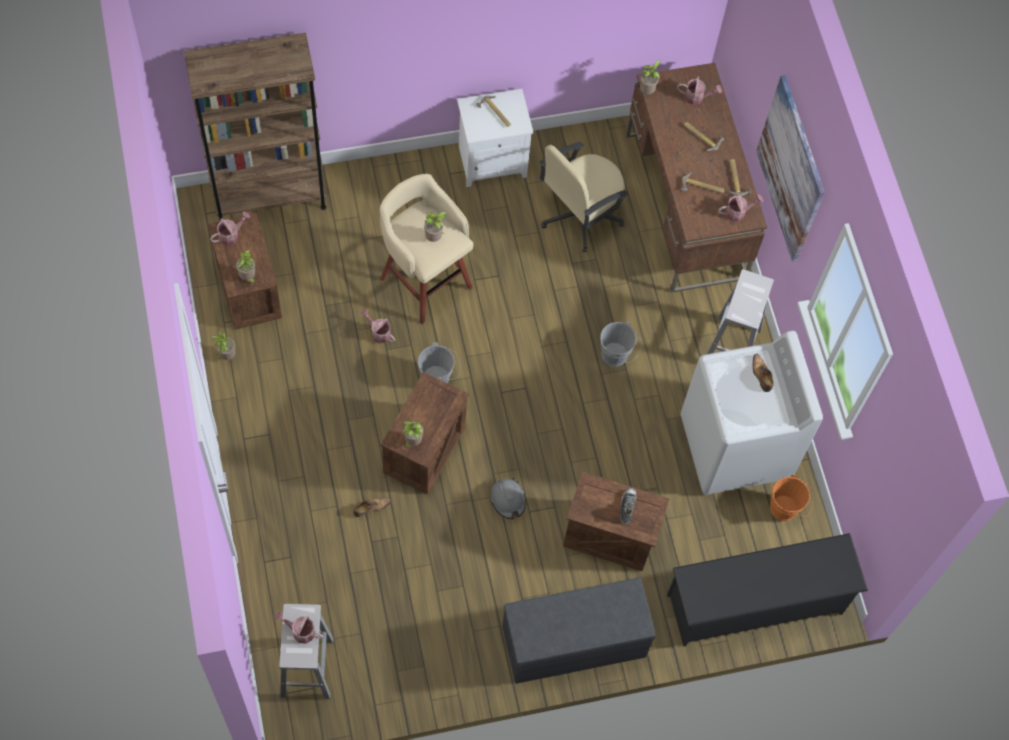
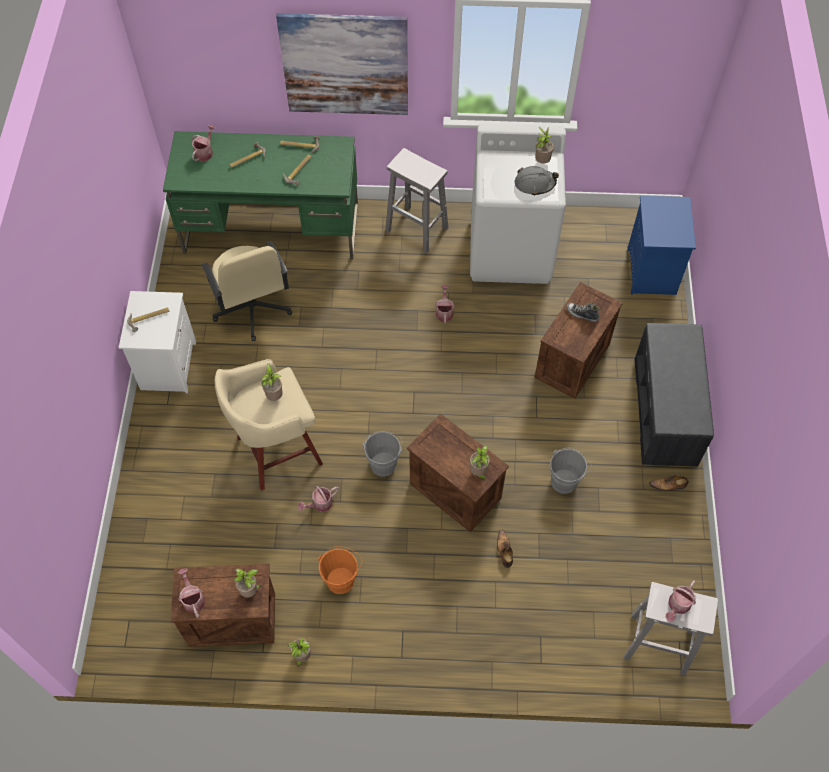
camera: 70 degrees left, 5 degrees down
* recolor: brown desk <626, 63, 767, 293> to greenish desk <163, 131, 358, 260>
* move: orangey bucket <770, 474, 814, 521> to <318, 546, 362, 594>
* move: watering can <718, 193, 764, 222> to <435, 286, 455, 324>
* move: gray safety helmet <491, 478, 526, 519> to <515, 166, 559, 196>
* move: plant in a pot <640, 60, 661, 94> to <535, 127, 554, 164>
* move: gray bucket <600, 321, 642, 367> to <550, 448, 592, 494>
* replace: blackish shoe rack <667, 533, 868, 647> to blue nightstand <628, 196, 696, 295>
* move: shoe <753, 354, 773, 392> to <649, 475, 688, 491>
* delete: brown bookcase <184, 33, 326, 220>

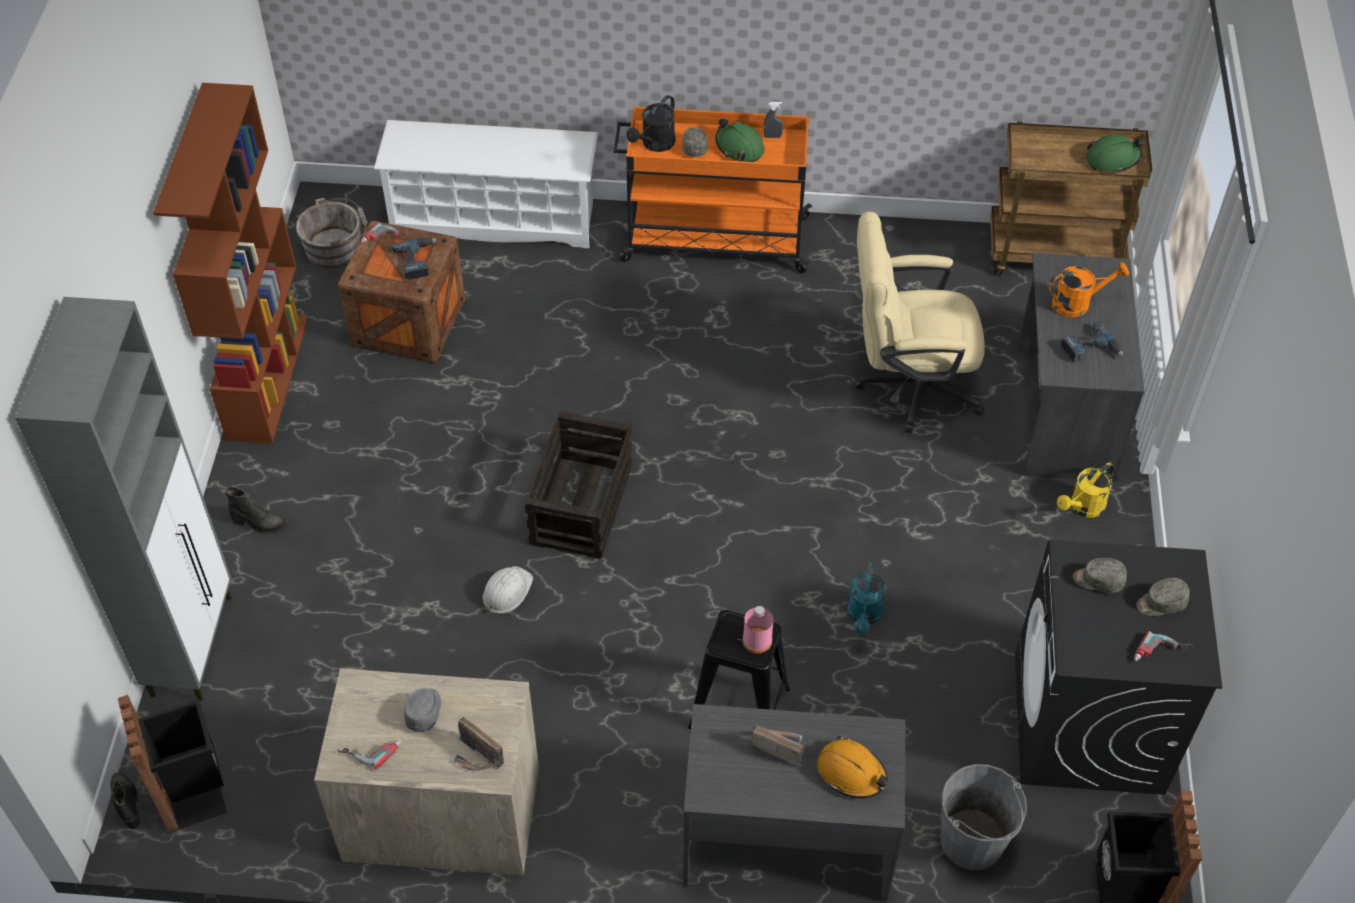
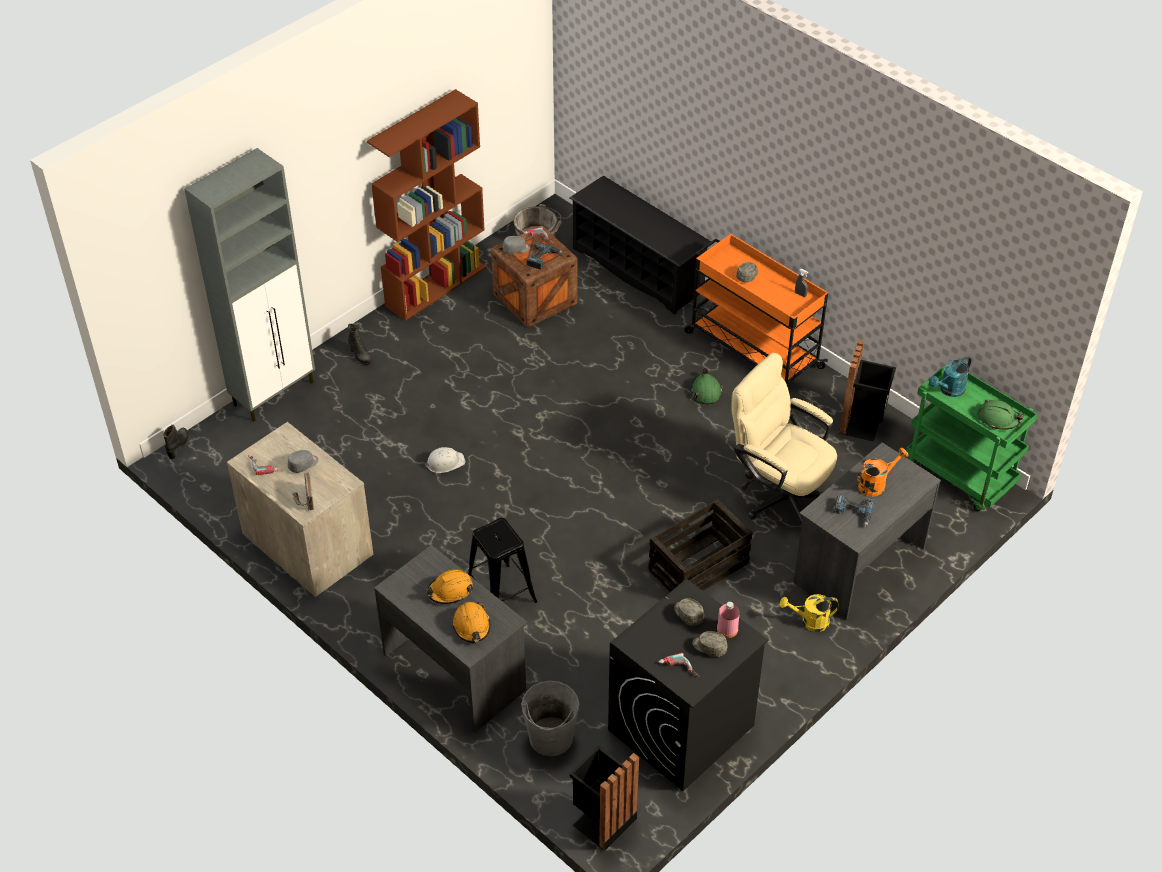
camera: 40 degrees right, 5 degrees down
* replace: radio receiver <752, 725, 804, 768> to orangey safety helmet <426, 570, 473, 604>
* insert: gray peaked cap <503, 236, 530, 254>
* recolor: white shoe rack <374, 120, 598, 248> to blackish shoe rack <569, 175, 711, 315>
* move: crate <525, 411, 632, 559> to <648, 499, 753, 592>
* move: greenish safety helmet <715, 118, 765, 162> to <691, 368, 722, 404>
* move: pink-coloured drink bottle <743, 606, 773, 653> to <717, 602, 740, 638>
* move: blackish rubbish bin <118, 695, 227, 833> to <839, 340, 896, 441>
* rotate: orangey watering can <1049, 262, 1129, 317> = <857, 447, 908, 497> 60 degrees counterclockwise
* recolor: brown cart <990, 121, 1152, 276> to greenish cart <906, 366, 1038, 511>
* move: blue-green watering can <848, 562, 886, 634> to <929, 356, 971, 397>
* delete: blackish watering can <626, 95, 676, 152>

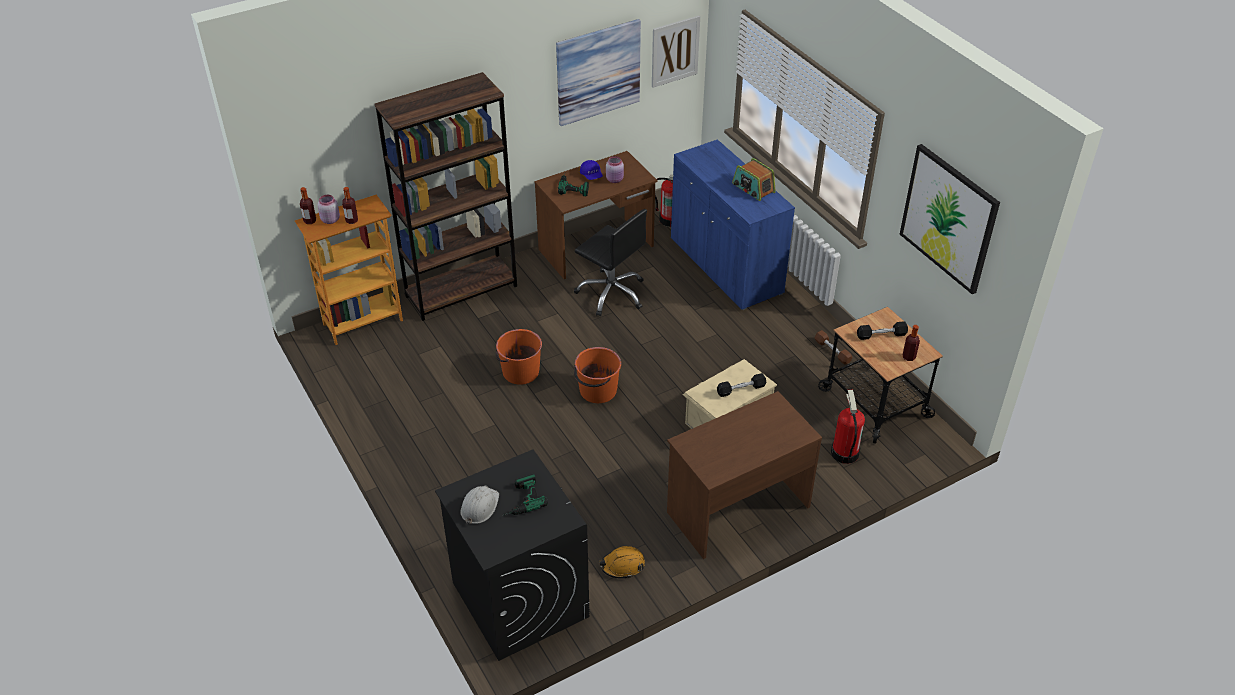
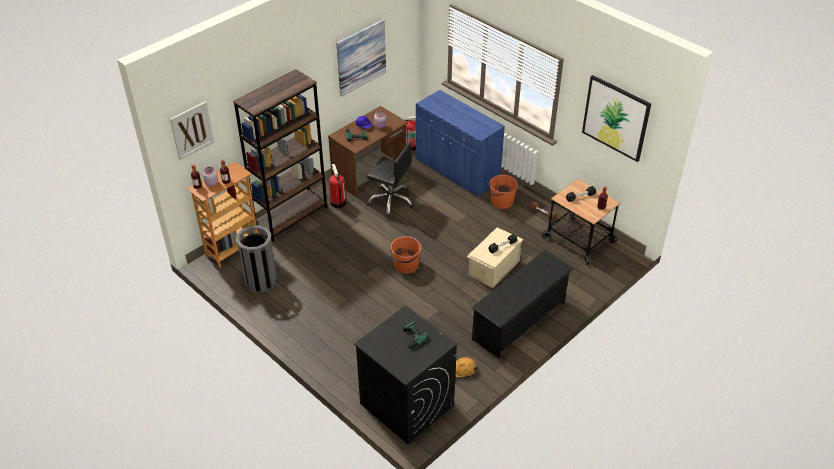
camera: 15 degrees left, 0 degrees up
* move: picture <652, 16, 700, 88> to <170, 101, 214, 160>
* insert: gray rubbish bin <236, 225, 277, 292>
* move: fire-fighting cylinder <831, 390, 865, 464> to <329, 164, 347, 208>
* replace: brown desk <667, 391, 822, 559> to blackish shoe rack <471, 250, 573, 358>
* move: orangey bucket <496, 329, 542, 385> to <488, 175, 518, 209>
* delete: white safety helmet <460, 485, 499, 525>
* delete: radio receiver <732, 158, 776, 201>

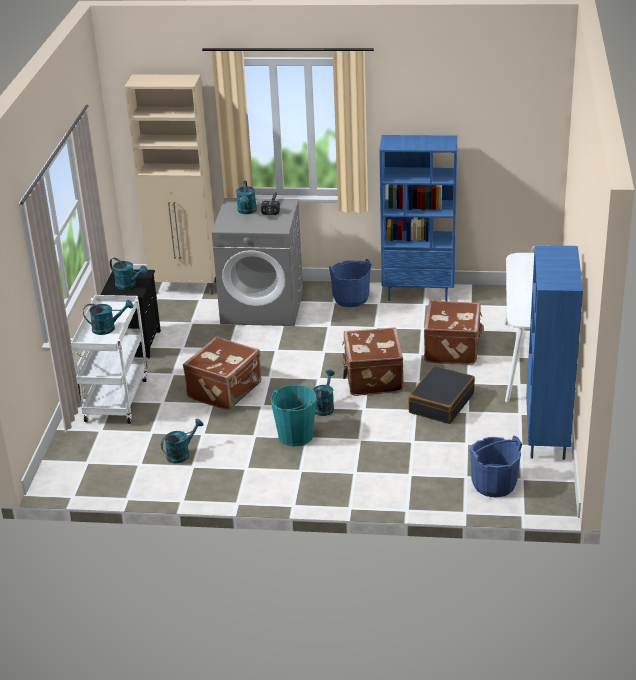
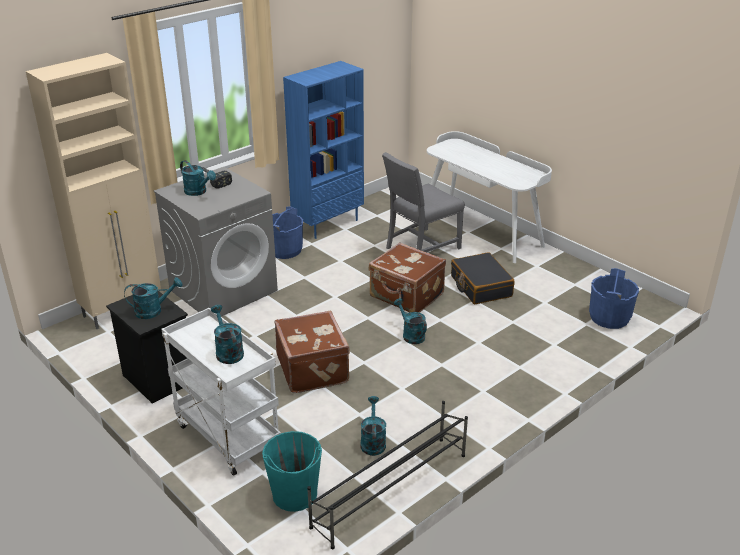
camera: 50 degrees left, 0 degrees up
* rotate: blue-green watering can <83, 300, 133, 335> = <211, 305, 244, 364> 60 degrees counterclockwise
* move: blue-green bucket <271, 385, 316, 446> to <262, 431, 322, 512>
* insert: blackish shoe rack <307, 401, 468, 549>
* replace: brown piece of luggage <424, 300, 484, 365> to gray plain chair <382, 152, 465, 252>
* delete: blue bookcase <526, 245, 583, 460>

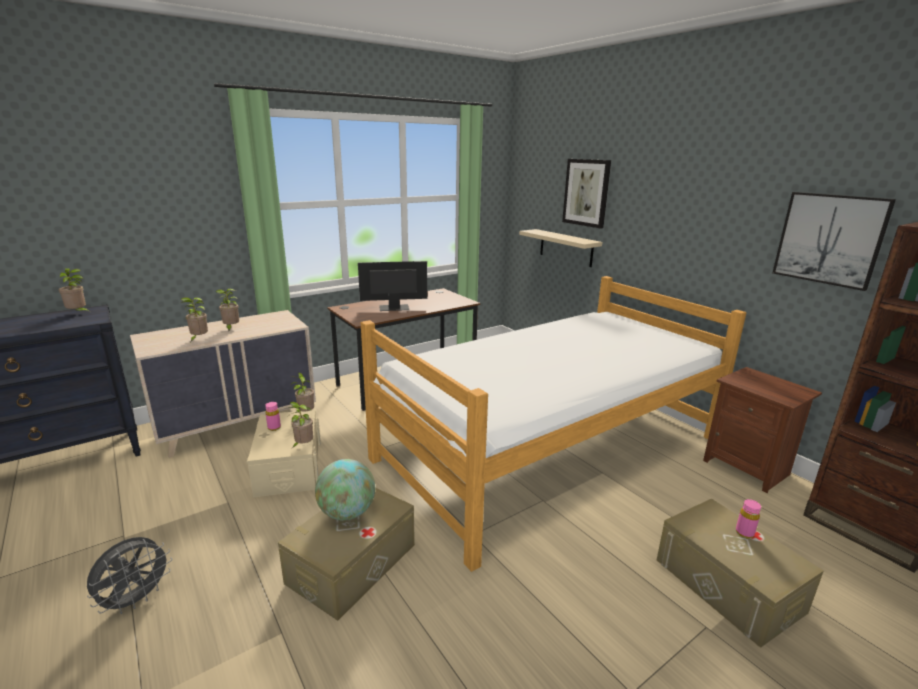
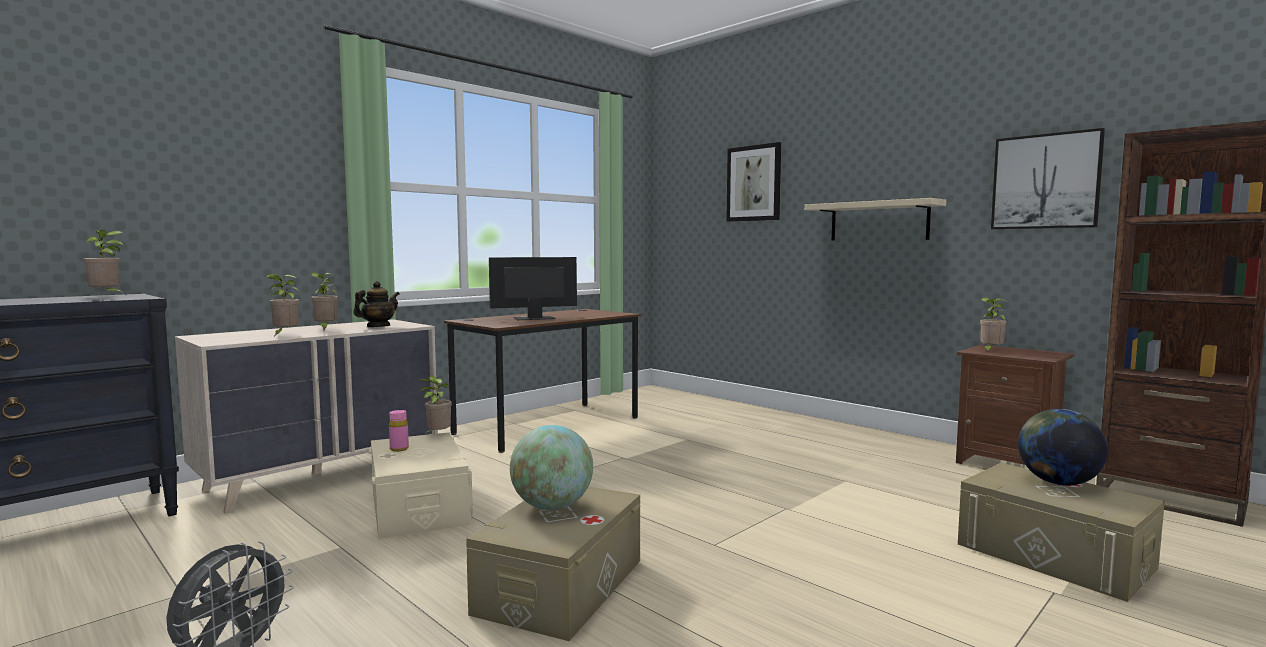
camera: 10 degrees left, 15 degrees down
* insert: tea pot <353, 281, 400, 327>
* move: beige shelf <519, 229, 602, 267> to <804, 198, 946, 241>
* move: plant in a pot <288, 402, 313, 449> to <980, 297, 1008, 353>
* replace: pink-coloured drink bottle <736, 499, 761, 539> to globe <1018, 409, 1108, 486>
* delete: bedroom bed <361, 276, 746, 572>

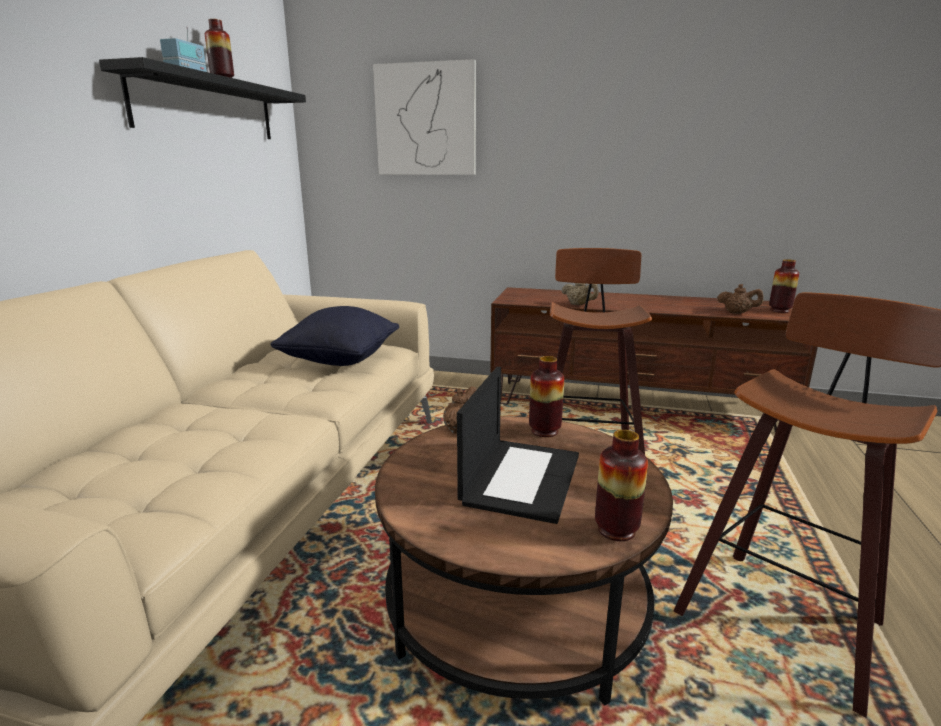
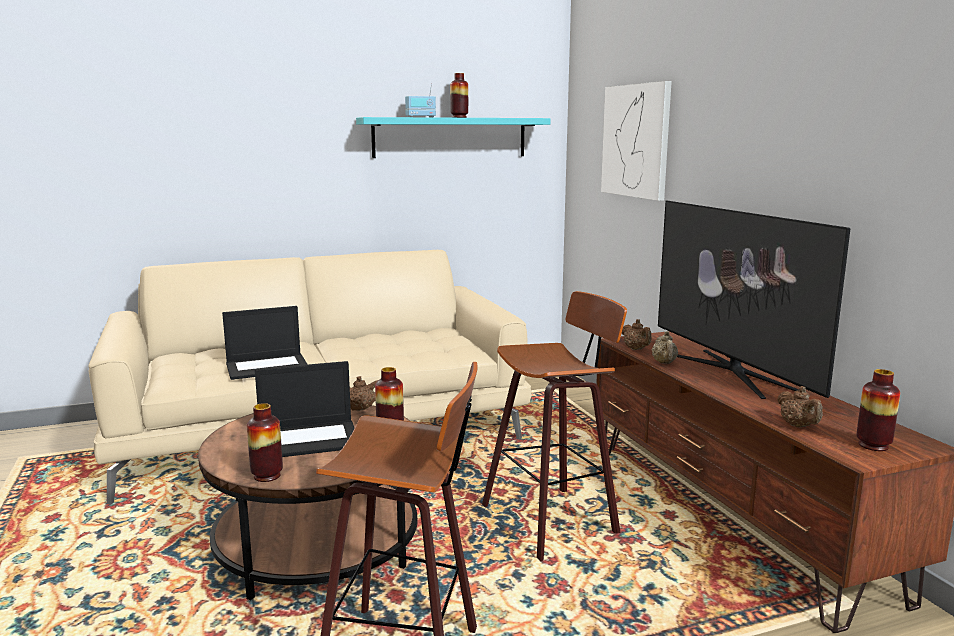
camera: 55 degrees right, 5 degrees down
* insert: notebook computer <222, 306, 307, 380>
* recolor: blackish shelf <99, 57, 306, 139> to blue-green shelf <356, 117, 550, 158>
* insert: brown tea pot <622, 319, 652, 350>
* insert: television <658, 200, 850, 399>
* delete: blackish pillow <270, 306, 399, 366>

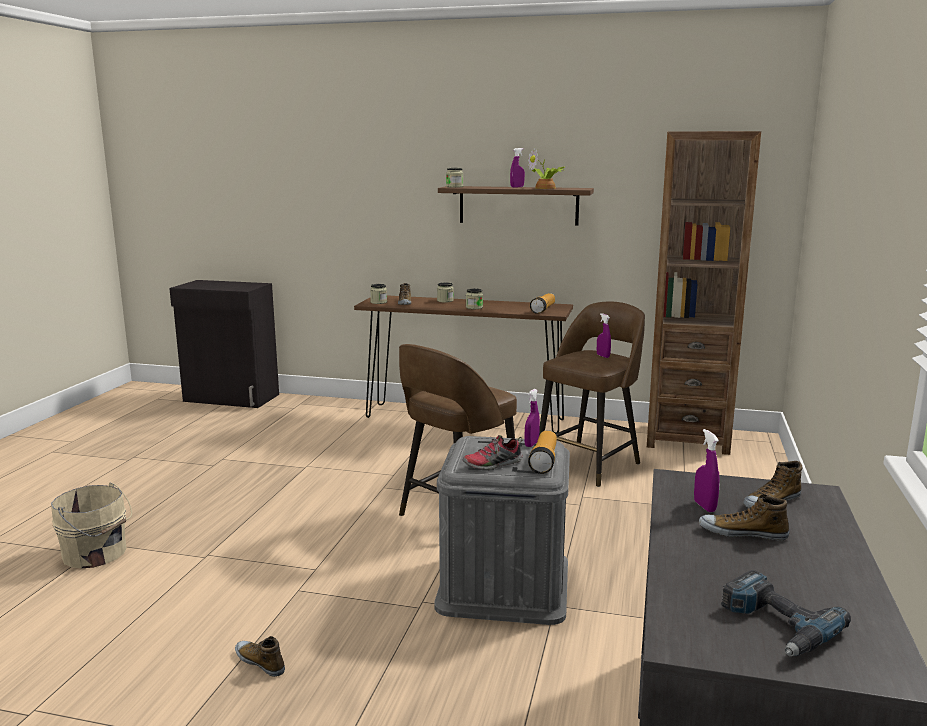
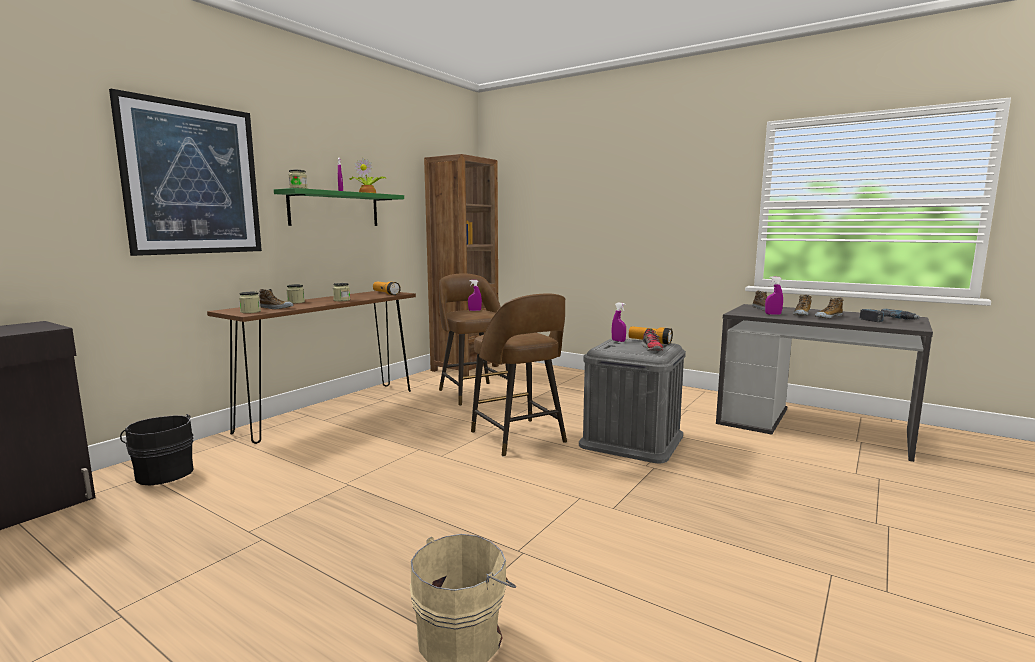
camera: 70 degrees left, 5 degrees down
* insert: picture <109, 89, 262, 256>
* insert: blackish bucket <120, 414, 193, 486>
* recolor: brown shelf <438, 186, 594, 226> to greenish shelf <274, 188, 404, 226>
* move: shoe <235, 636, 285, 677> to <815, 298, 843, 319>

